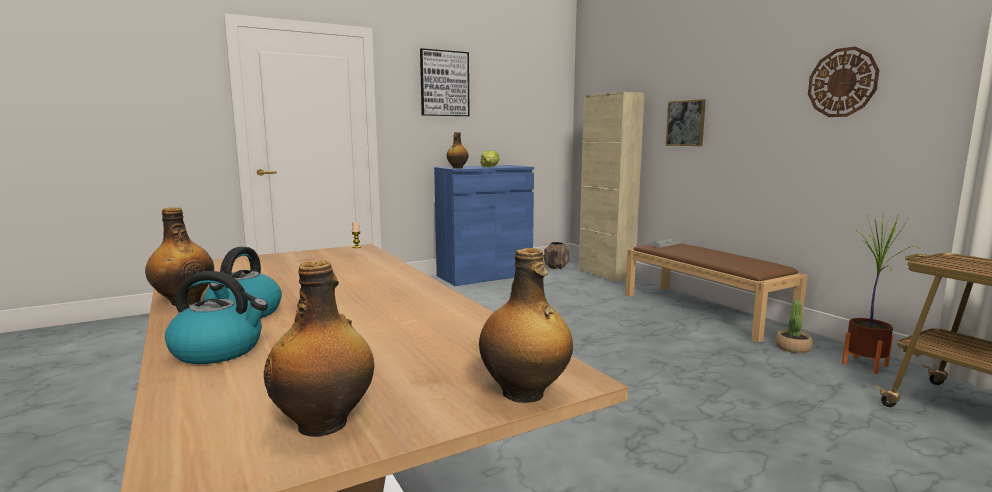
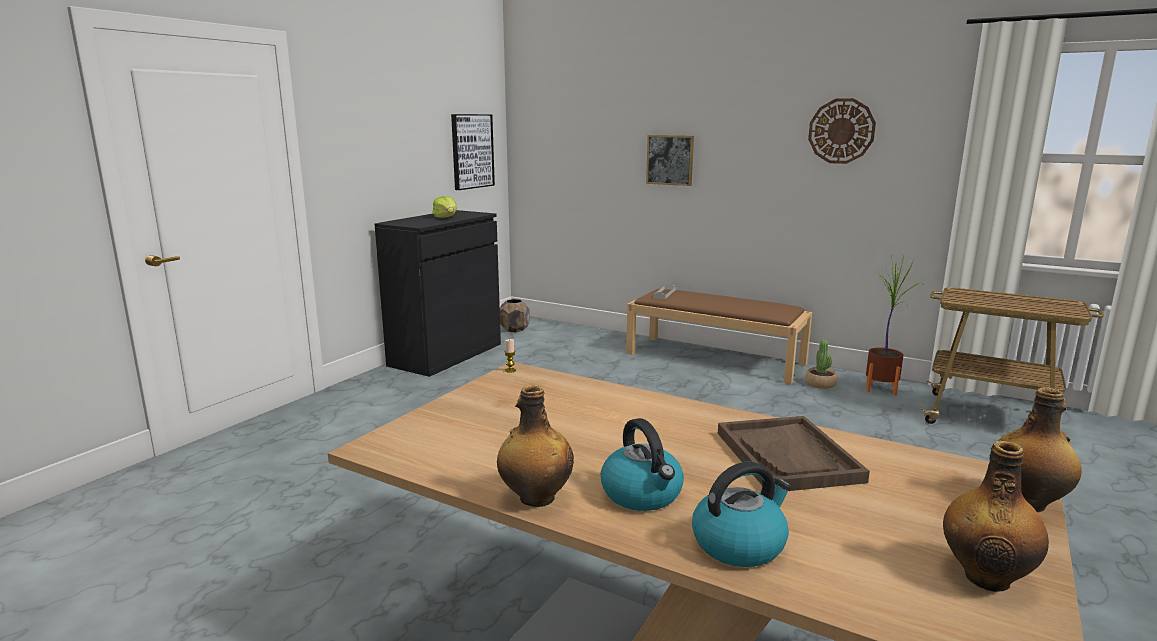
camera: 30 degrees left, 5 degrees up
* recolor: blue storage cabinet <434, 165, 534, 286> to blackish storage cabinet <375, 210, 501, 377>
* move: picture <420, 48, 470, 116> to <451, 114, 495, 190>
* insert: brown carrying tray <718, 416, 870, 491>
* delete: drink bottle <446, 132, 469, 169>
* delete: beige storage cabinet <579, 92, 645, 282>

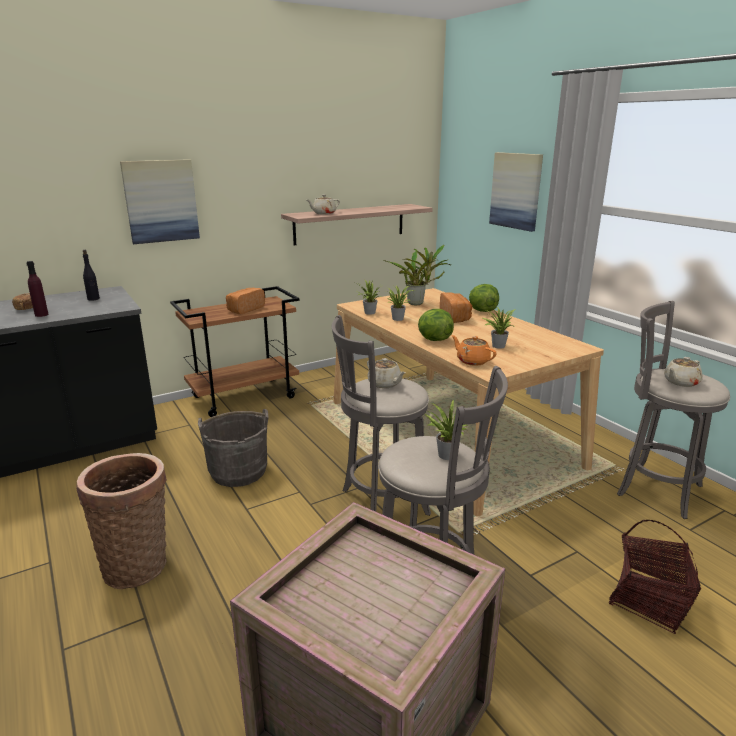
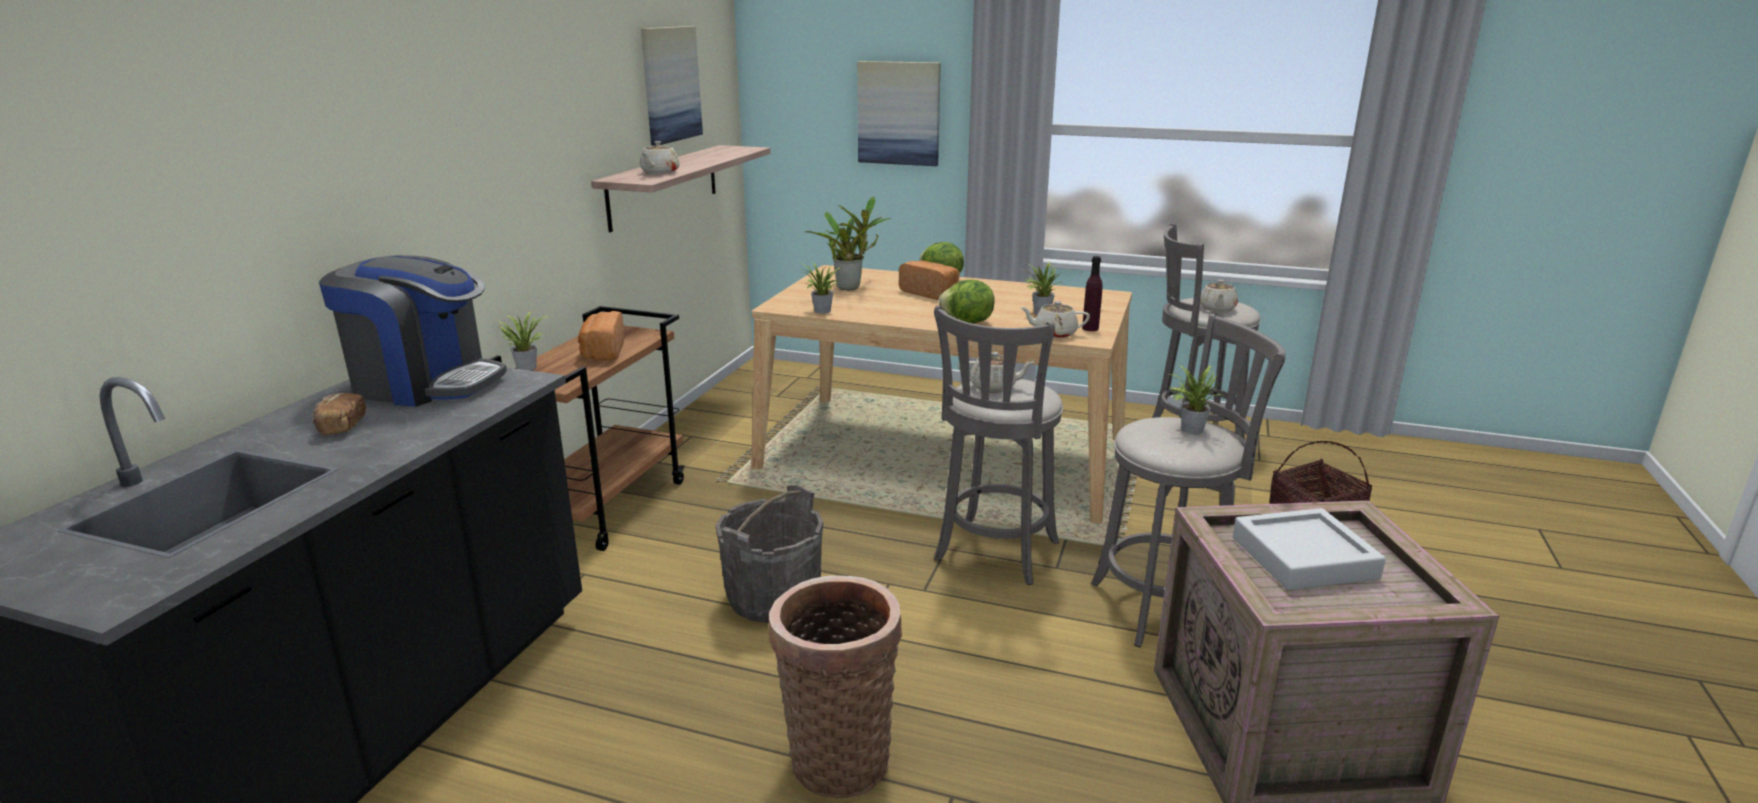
camera: 40 degrees left, 0 degrees up
* replace: blackish drink bottle <83, 250, 100, 301> to coffee brewer <319, 255, 507, 407>
* move: plant in a pot <386, 286, 413, 321> to <497, 312, 549, 371>
* move: picture <120, 159, 200, 244> to <641, 26, 703, 146>
* recolor: orangey tea pot <451, 335, 497, 366> to beige tea pot <1020, 301, 1090, 338>
* move: purple drink bottle <26, 261, 49, 317> to <1082, 256, 1103, 331>
* insert: gray carrying tray <1233, 508, 1386, 590>

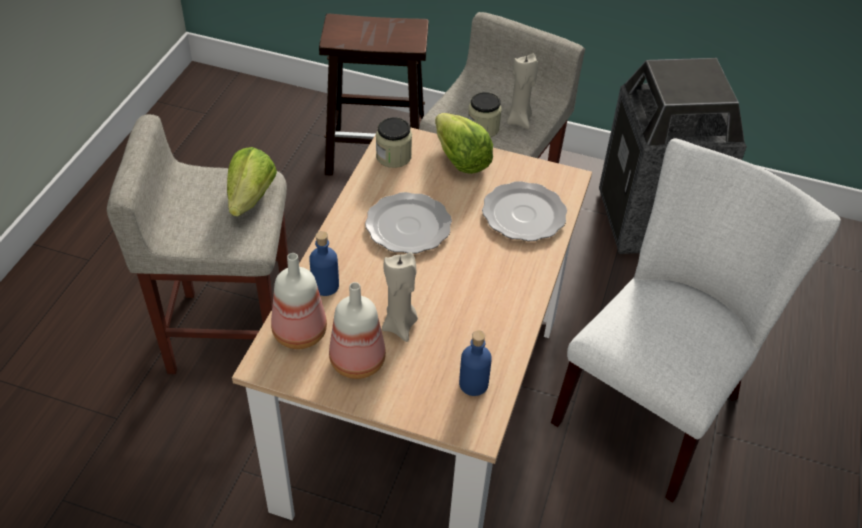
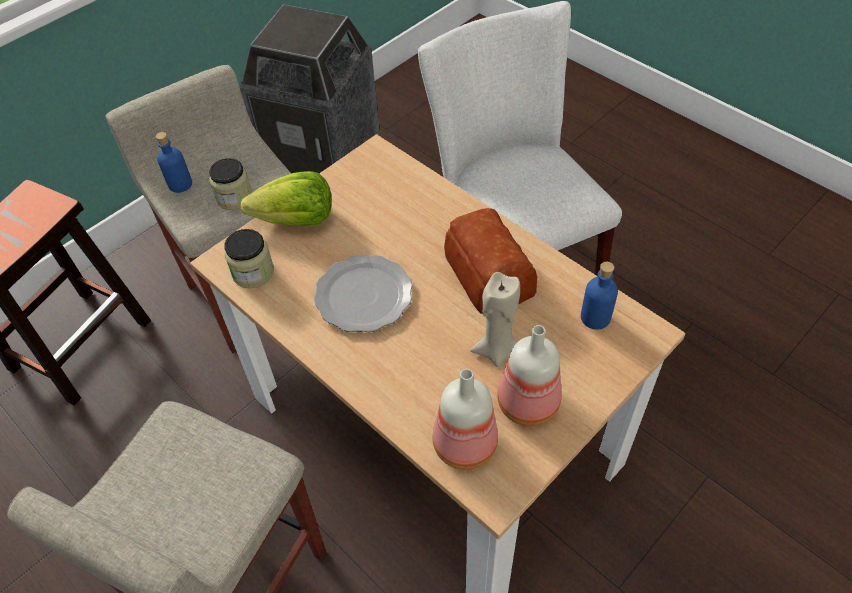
camera: 60 degrees left, 5 degrees up
* move: blue drink bottle <309, 231, 339, 296> to <156, 132, 192, 193>
* insert: baked bread <444, 208, 537, 314>
* delete: lettuce <227, 147, 277, 217>
* delete: dinner plate <482, 181, 567, 241>
* delete: beige candle <506, 53, 538, 129>

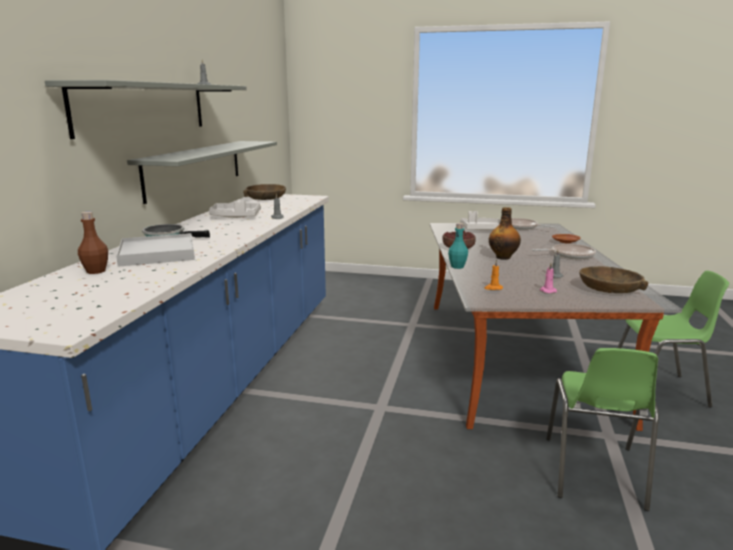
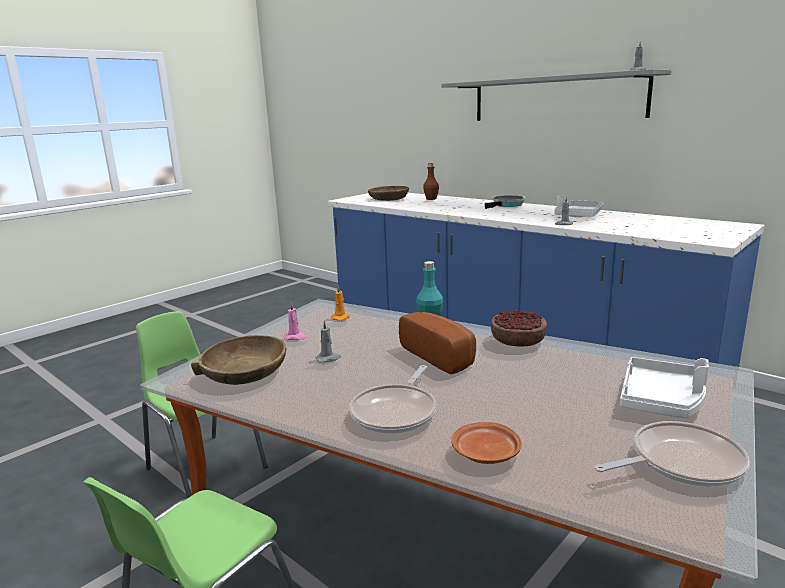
camera: 120 degrees right, 0 degrees up
* move: brown bowl <243, 184, 286, 200> to <368, 186, 409, 201>
* replace: drink bottle <489, 207, 521, 260> to baked bread <399, 312, 476, 374>
* delete: white carrying tray <116, 233, 195, 267>
* delete: gray shelf <127, 141, 277, 204>

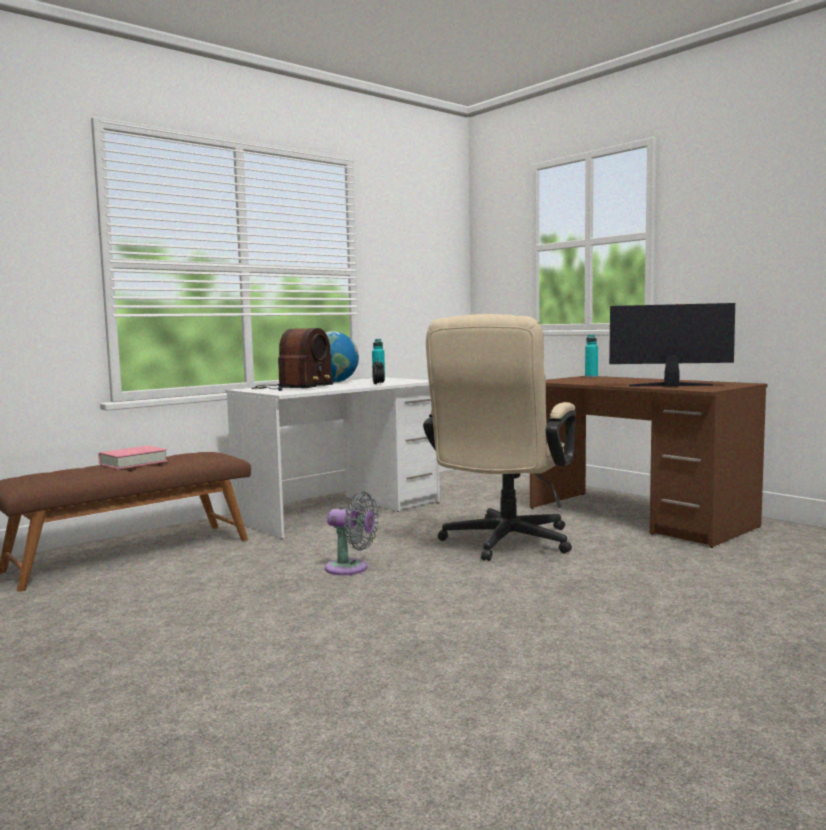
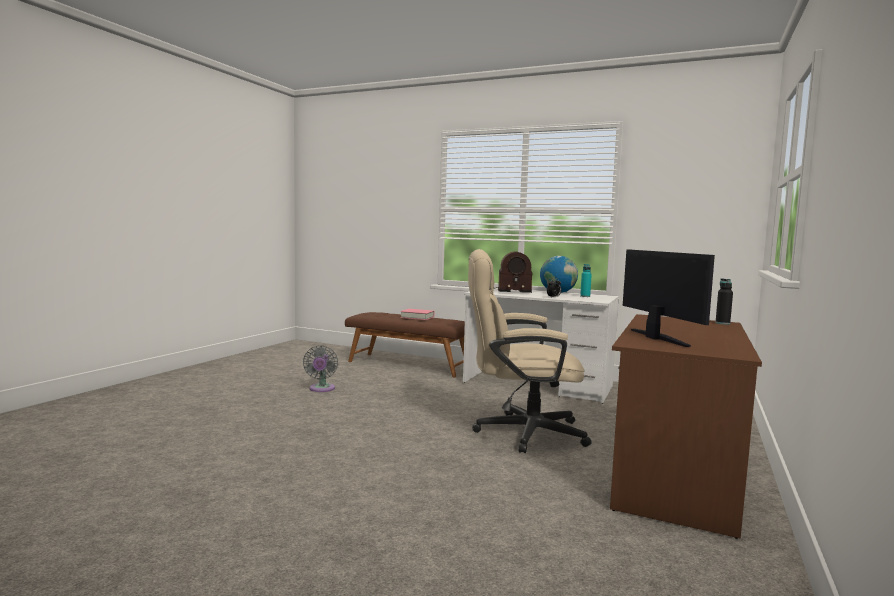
camera: 65 degrees right, 0 degrees up
* move: gray fan <325, 491, 379, 575> to <303, 345, 338, 392>
* recolor: blue-green drink bottle <585, 334, 598, 377> to blackish drink bottle <715, 278, 733, 325>

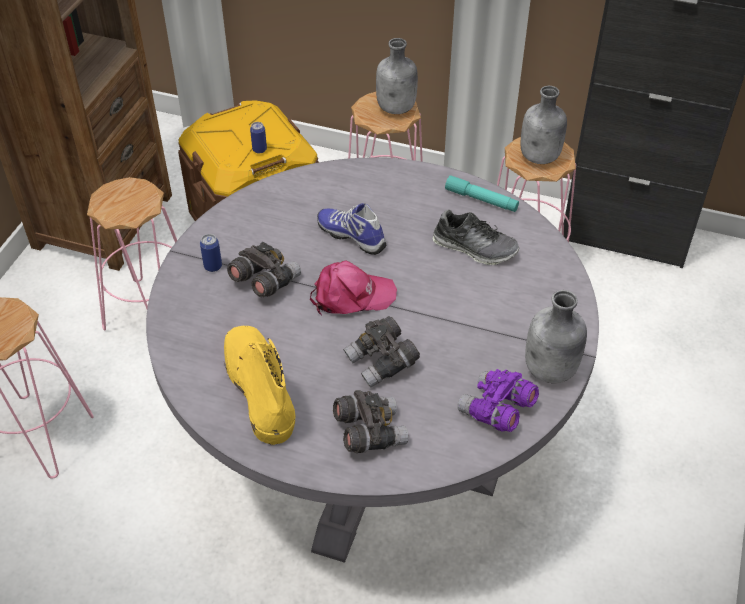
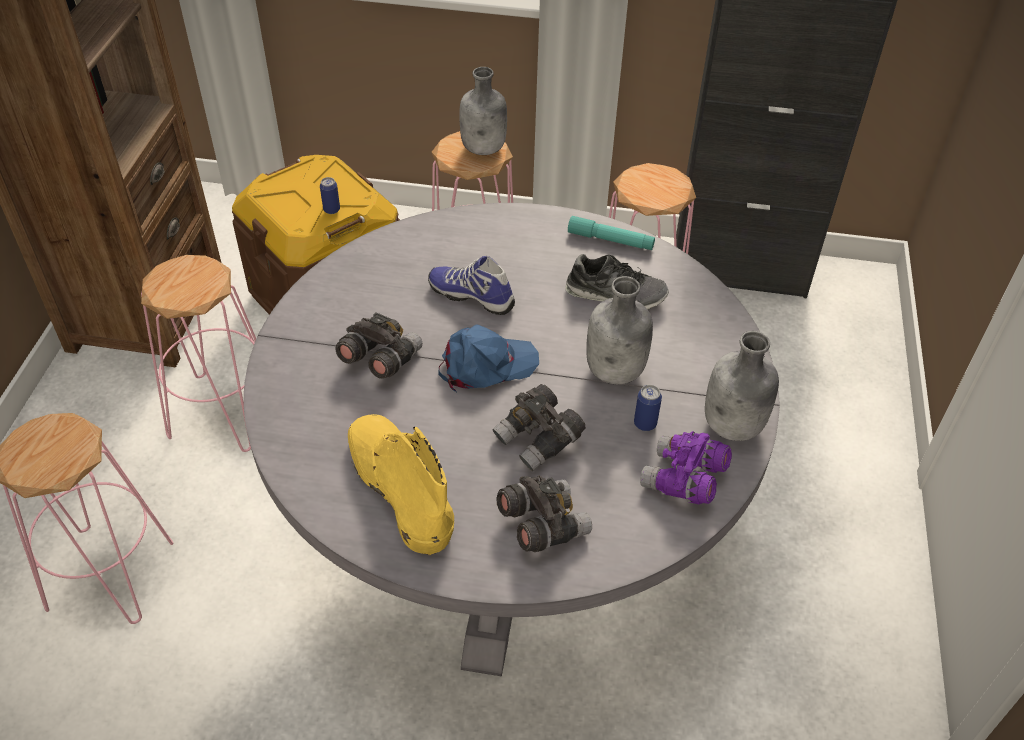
camera: 10 degrees left, 0 degrees up
* recolor: pink-coloured peaked cap <310, 260, 397, 315> to blue peaked cap <438, 324, 539, 392>
* move: gray drink bottle <521, 86, 567, 164> to <586, 276, 653, 384>
* move: metal can <200, 234, 222, 272> to <634, 385, 662, 431>

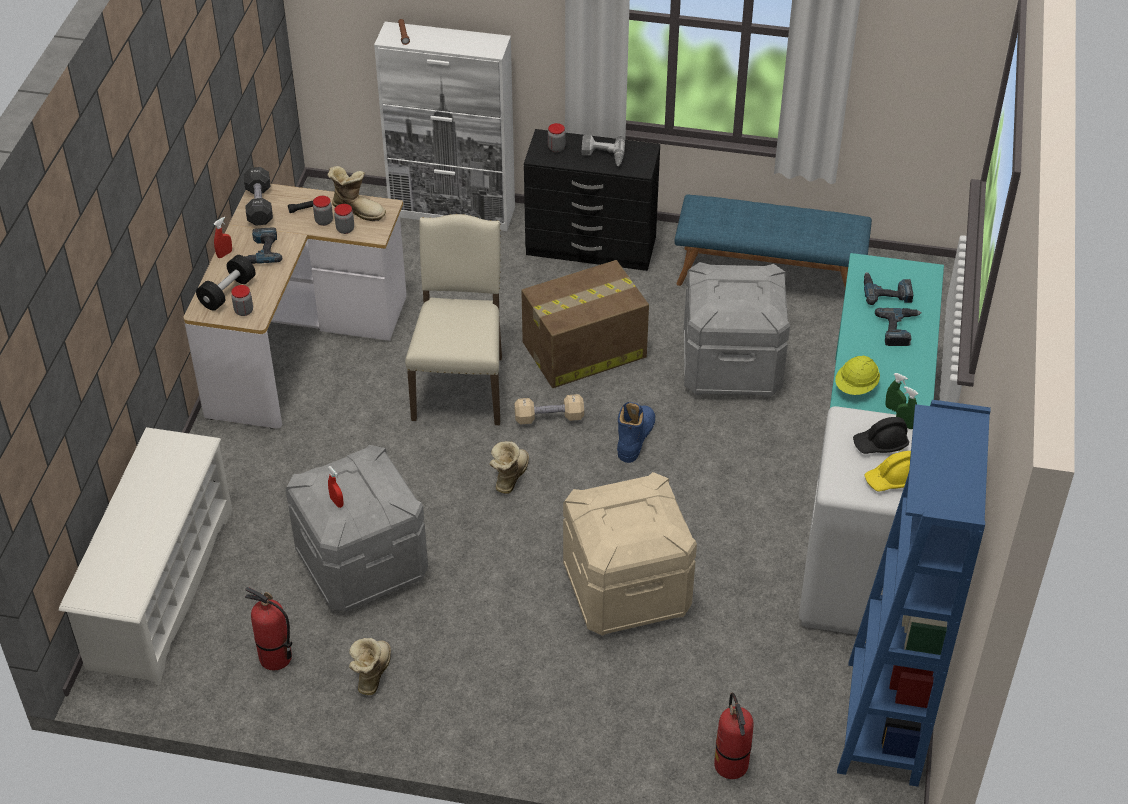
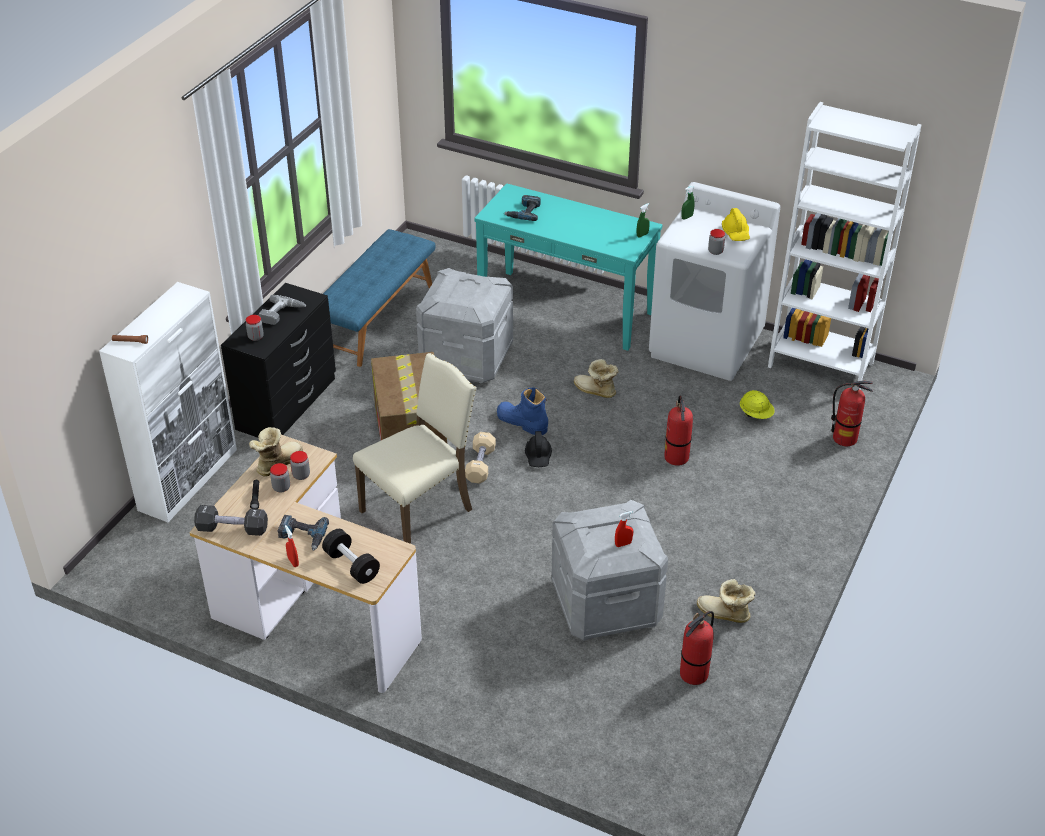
camera: 75 degrees left, 5 degrees down
* rotate: beige plain chair <405, 214, 502, 425> = <353, 353, 477, 544> 120 degrees clockwise
* move: blackish safety helmet <853, 417, 909, 454> to <525, 431, 552, 467>
* move: tall boot <489, 441, 529, 494> to <574, 359, 619, 398>
* replace: beige storage container <563, 472, 697, 636> to fire-fighting cylinder <665, 395, 693, 466>
* move: jar <231, 285, 253, 316> to <708, 229, 725, 255>
* move: yellowish safety helmet <835, 356, 880, 395> to <740, 390, 775, 419>
* recolor: blue bookcase <837, 400, 991, 787> to white bookcase <768, 102, 921, 389>
* delete: white shoe rack <59, 427, 233, 685>
* delete: electric drill <875, 308, 922, 346>

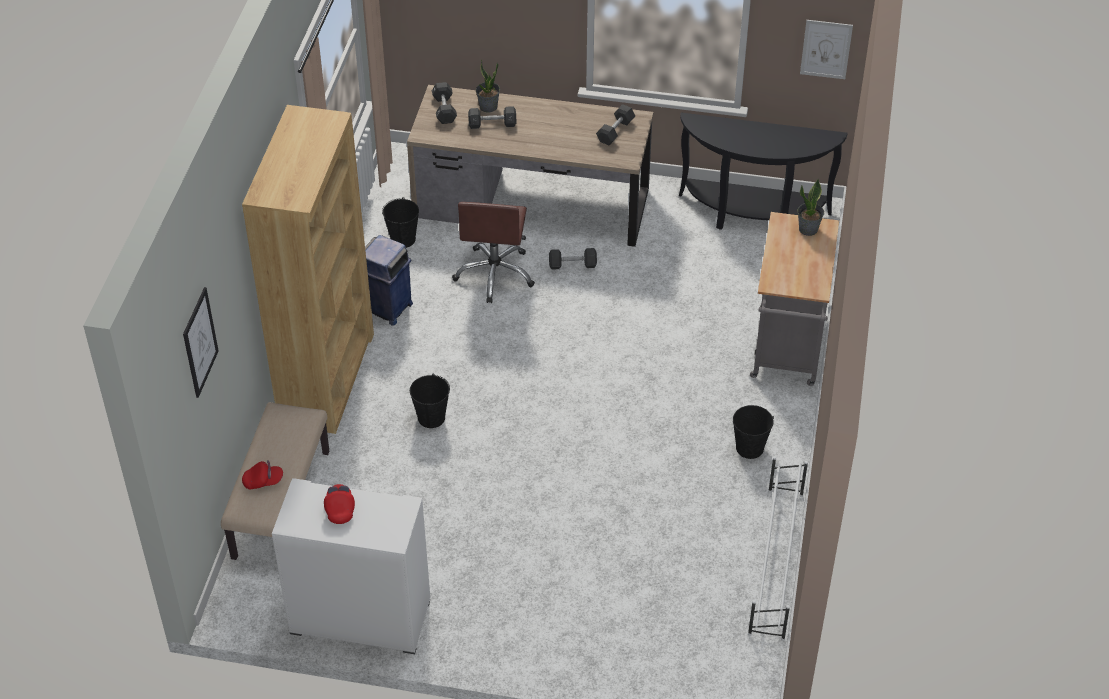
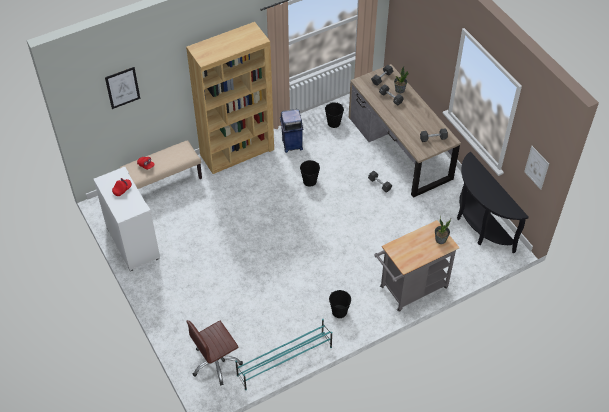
camera: 50 degrees right, 5 degrees up
* move: brown desk chair <452, 202, 535, 303> to <186, 320, 243, 386>
* recolor: white shoe rack <748, 456, 808, 641> to blue-green shoe rack <235, 319, 332, 390>
* move: blackish bucket <410, 373, 450, 428> to <300, 160, 320, 187>

